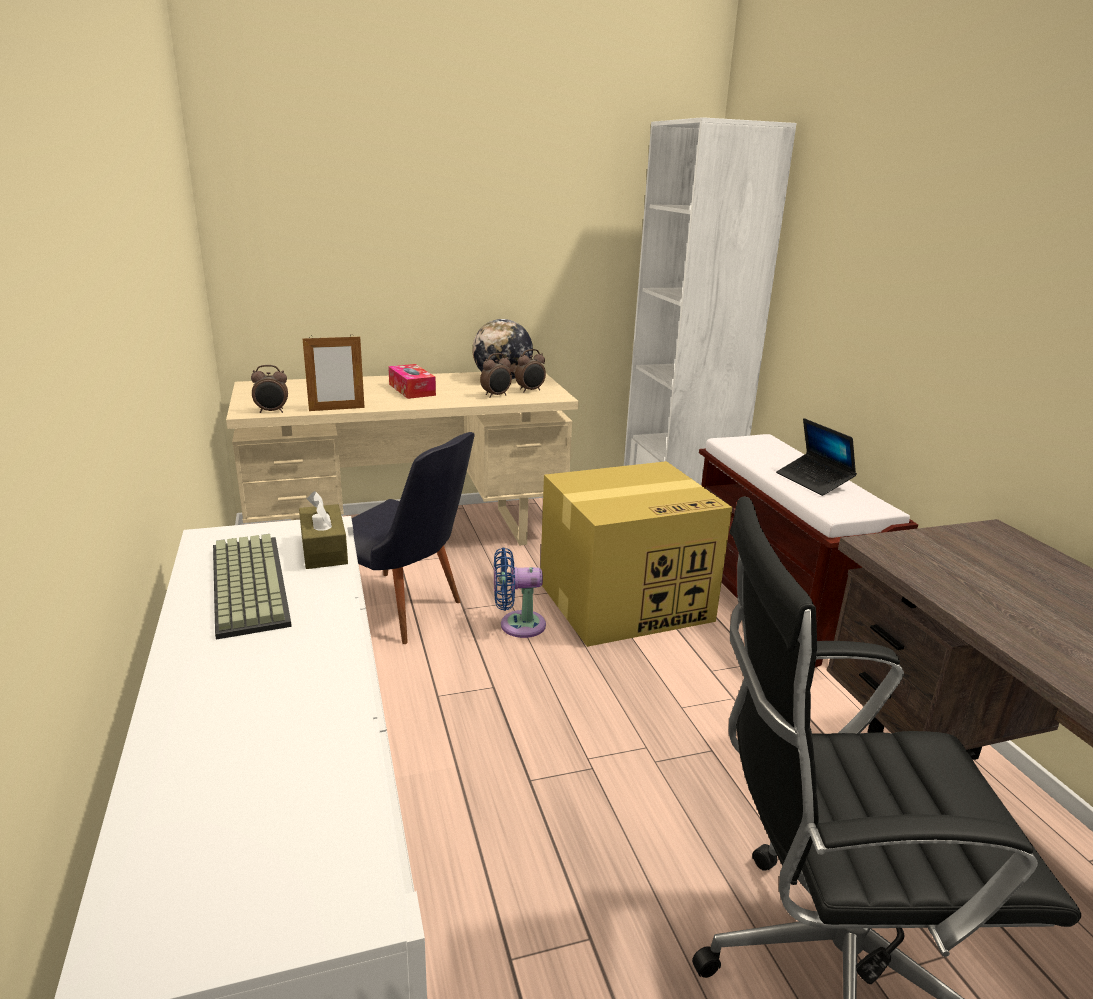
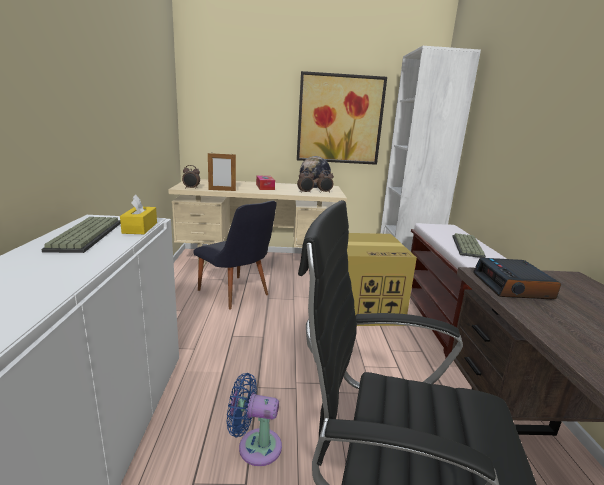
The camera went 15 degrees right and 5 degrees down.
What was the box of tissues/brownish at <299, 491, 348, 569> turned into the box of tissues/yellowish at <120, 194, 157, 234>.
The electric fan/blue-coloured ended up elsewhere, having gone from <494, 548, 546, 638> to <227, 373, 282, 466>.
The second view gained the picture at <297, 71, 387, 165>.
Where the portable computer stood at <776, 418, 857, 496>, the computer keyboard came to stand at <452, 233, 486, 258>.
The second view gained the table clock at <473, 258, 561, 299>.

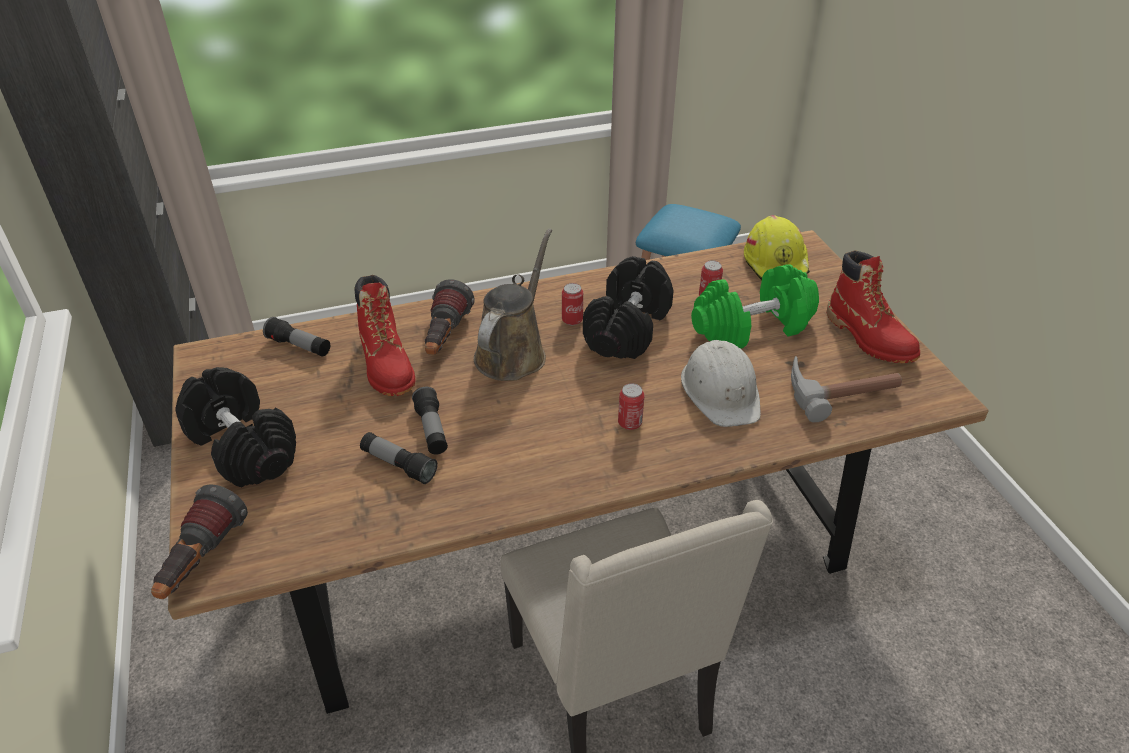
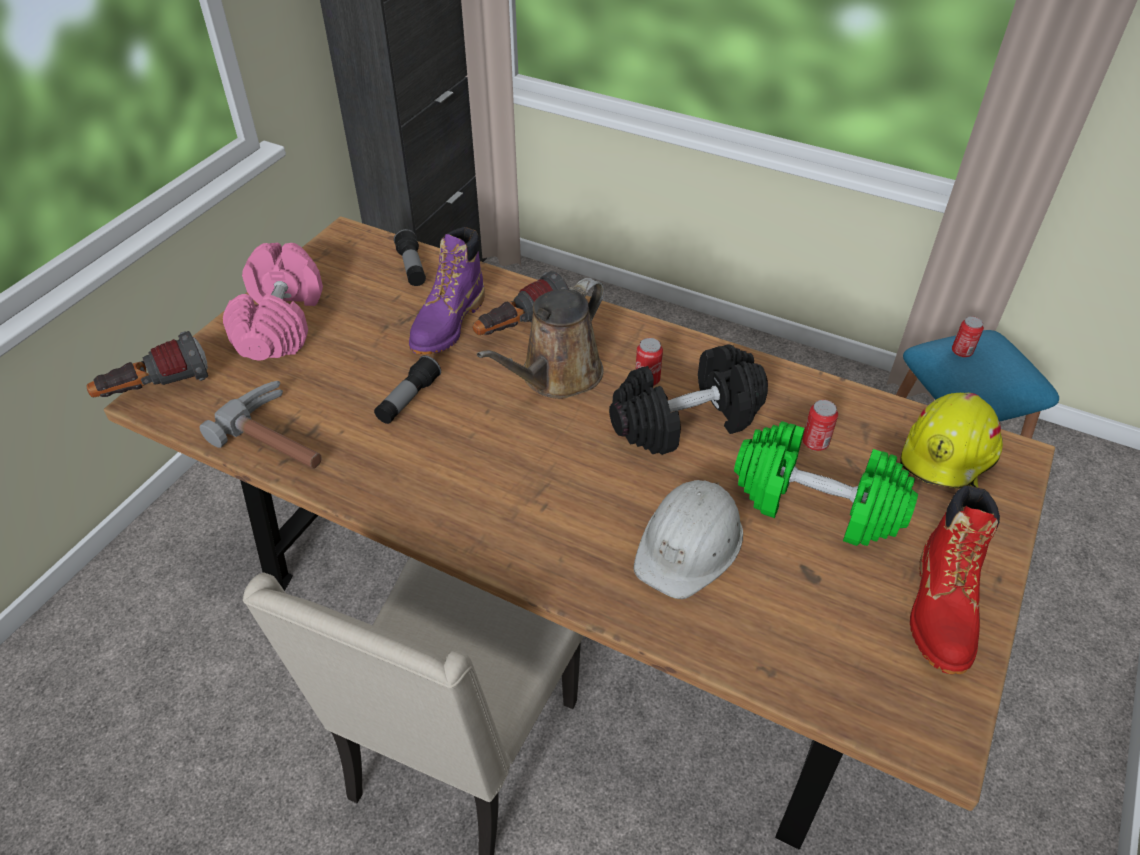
The camera went 45 degrees right and 5 degrees up.
The hammer ended up elsewhere, having gone from <791, 356, 902, 423> to <199, 381, 321, 469>.
What was the hand weight/black-coloured at <175, 367, 296, 487> turned into the hand weight/pink at <223, 243, 323, 361>.
What was the boot/red-coloured at <354, 275, 415, 396> turned into the boot/purple-coloured at <409, 227, 485, 354>.
The watering pot/brownish at <474, 229, 552, 381> ended up facing another way, 150 degrees clockwise from before.
The metal can ended up elsewhere, having gone from <618, 383, 645, 430> to <952, 316, 984, 358>.
The second view lost the hand torch at <360, 432, 438, 484>.

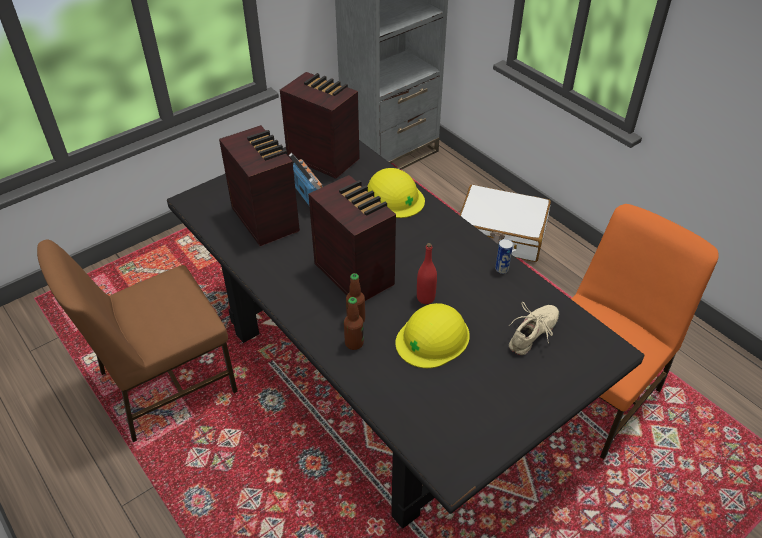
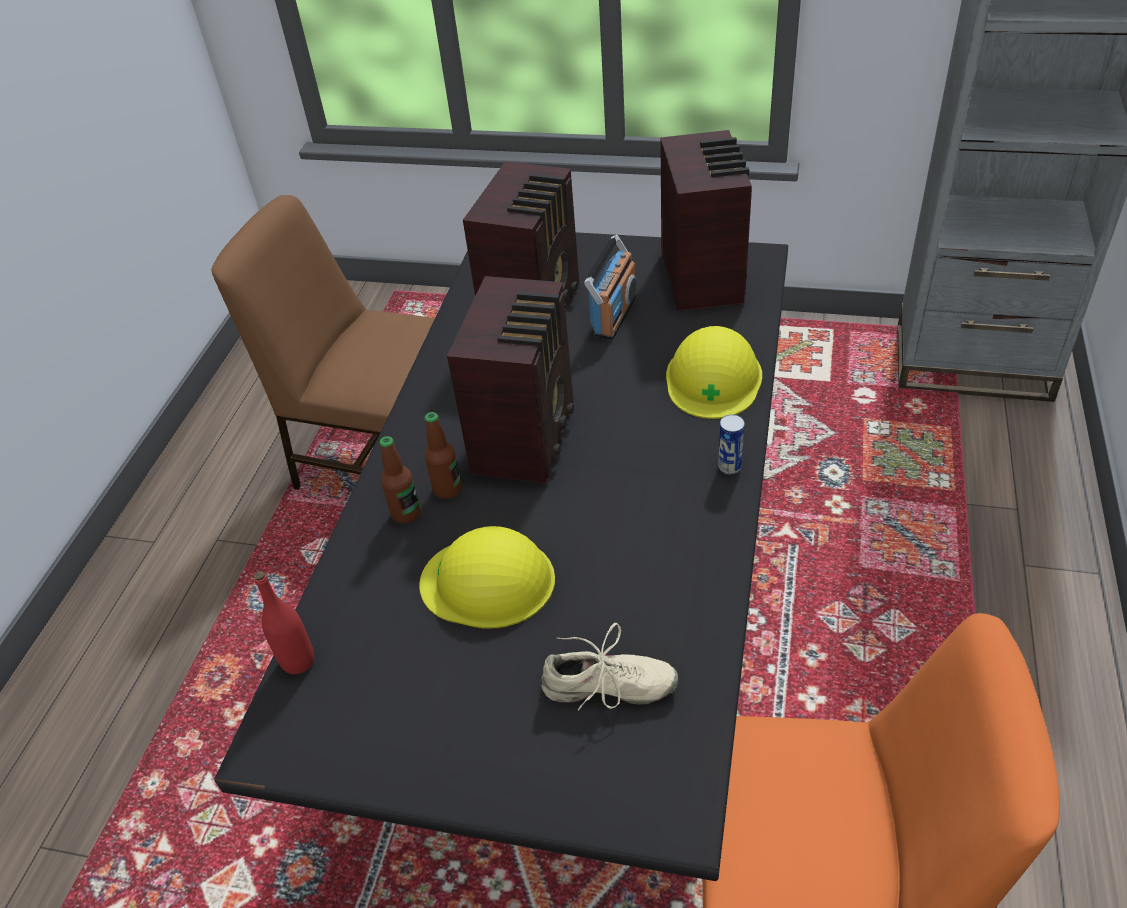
The camera went 55 degrees right and 0 degrees up.
The drink bottle/red-coloured ended up elsewhere, having gone from <417, 243, 437, 304> to <254, 571, 314, 674>.
The metal can ended up elsewhere, having gone from <495, 239, 513, 274> to <718, 415, 745, 474>.
The second view lost the piece of luggage/white-coloured at <460, 184, 551, 262>.

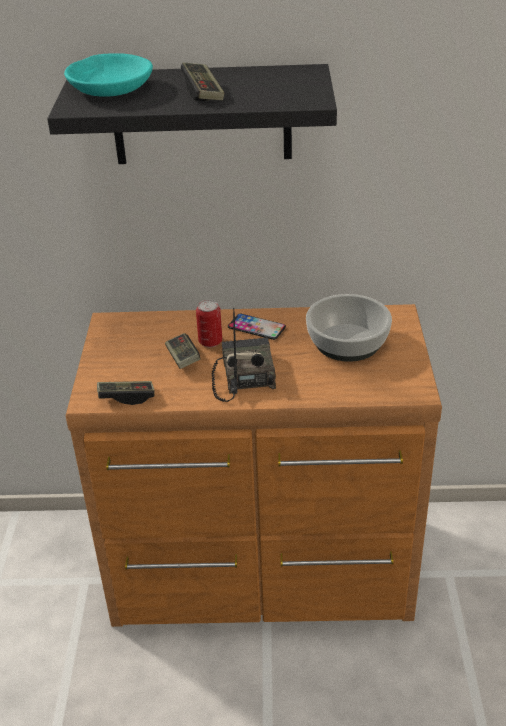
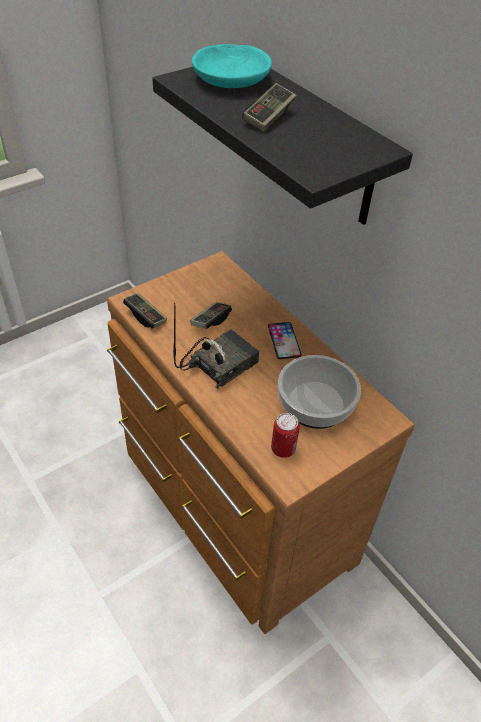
The camera went 50 degrees right and 10 degrees up.
The metal can ended up elsewhere, having gone from <196, 300, 222, 347> to <271, 413, 300, 458>.

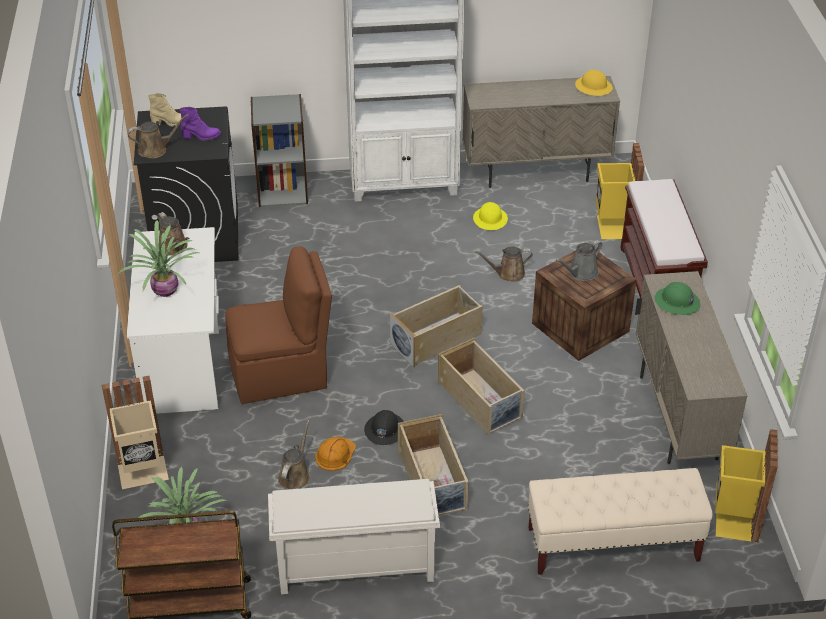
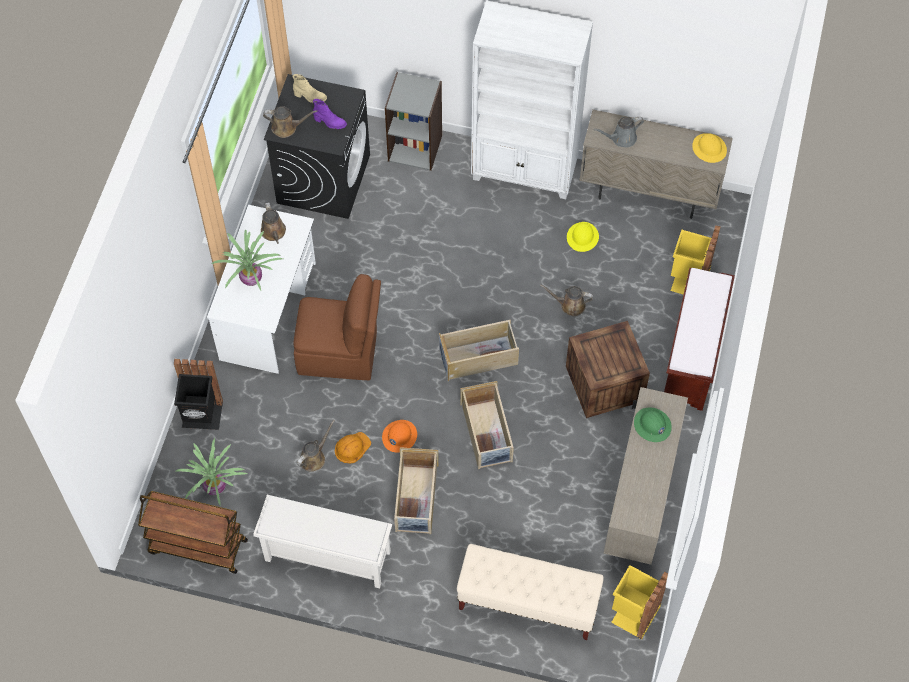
The camera went 20 degrees right and 20 degrees up.
What was the rubbish bin/sand-coloured at <102, 376, 169, 489> turned into the rubbish bin/black-coloured at <174, 359, 223, 430>.
What was the safety helmet/black-coloured at <364, 410, 404, 445> turned into the safety helmet/orangey at <382, 420, 417, 453>.
The watering pot/greyish ended up elsewhere, having gone from <556, 240, 602, 281> to <594, 116, 644, 147>.

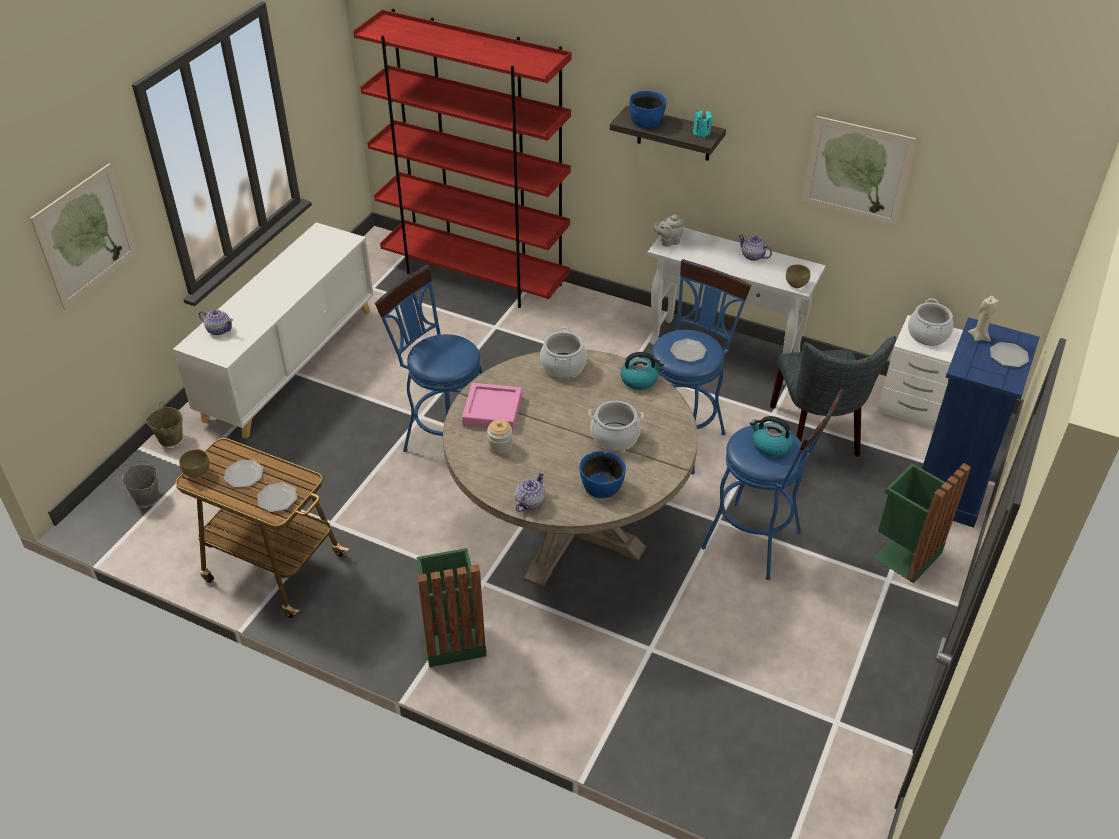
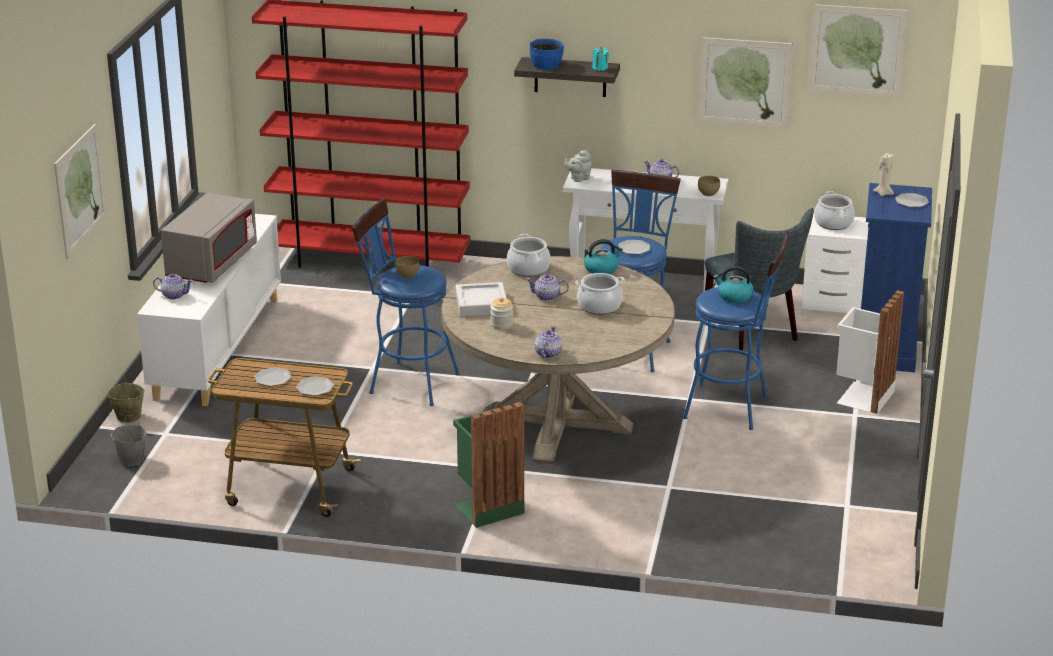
The camera went 15 degrees left and 15 degrees down.
The second view gained the microwave oven/greyish at <161, 193, 257, 283>.
The serving bowl/brownish ended up elsewhere, having gone from <179, 450, 209, 478> to <395, 256, 420, 279>.
What was the tray/pink at <462, 383, 522, 431> turned into the tray/greyish at <456, 282, 506, 317>.
The second view gained the teapot at <526, 274, 569, 301>.
The second view gained the picture at <808, 4, 908, 97>.
What was the rubbish bin/green-coloured at <873, 463, 971, 583> turned into the rubbish bin/white-coloured at <836, 290, 904, 414>.
The second view lost the serving bowl/blue-coloured at <579, 451, 626, 498>.

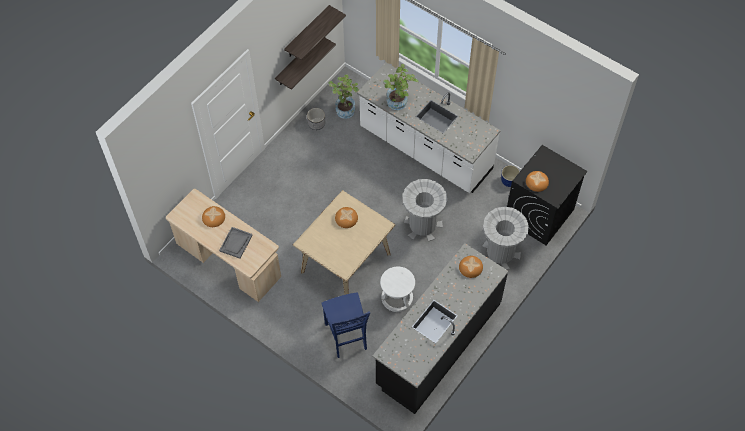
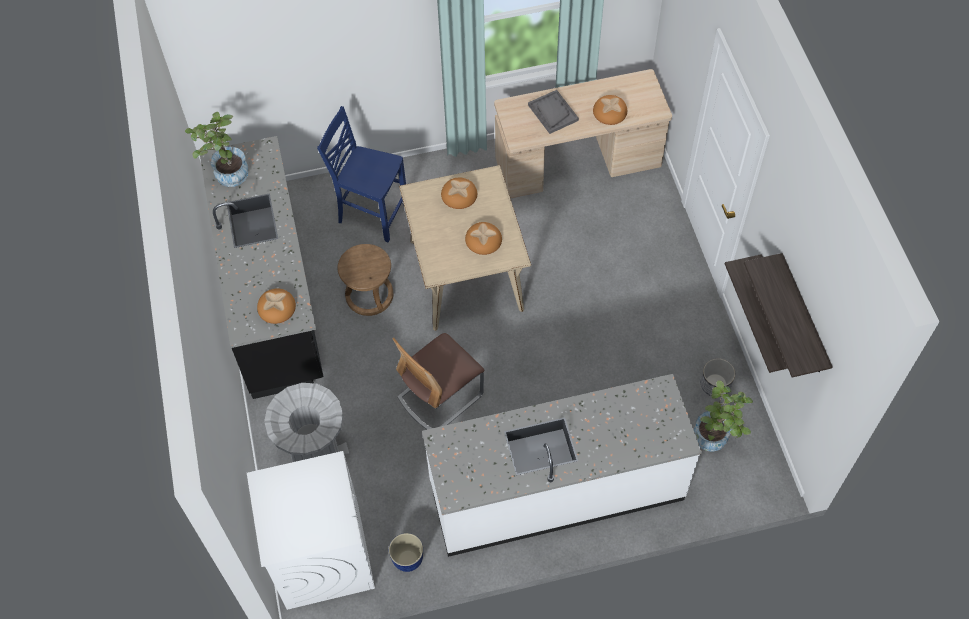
The camera went 130 degrees right and 0 degrees up.
The potted plant ended up elsewhere, having gone from <383, 64, 418, 110> to <185, 112, 248, 187>.
What was the laundry machine/black-coloured at <507, 145, 587, 245> turned into the laundry machine/white-coloured at <247, 451, 375, 610>.
What was the sitting stool/white-coloured at <380, 266, 415, 312> turned into the sitting stool/brownish at <338, 244, 393, 316>.
Where the rubbish bin/greyish stood at <402, 179, 447, 241>, the upright chair came to stand at <393, 333, 485, 430>.
The bread ended up elsewhere, having gone from <526, 171, 549, 192> to <441, 178, 477, 209>.

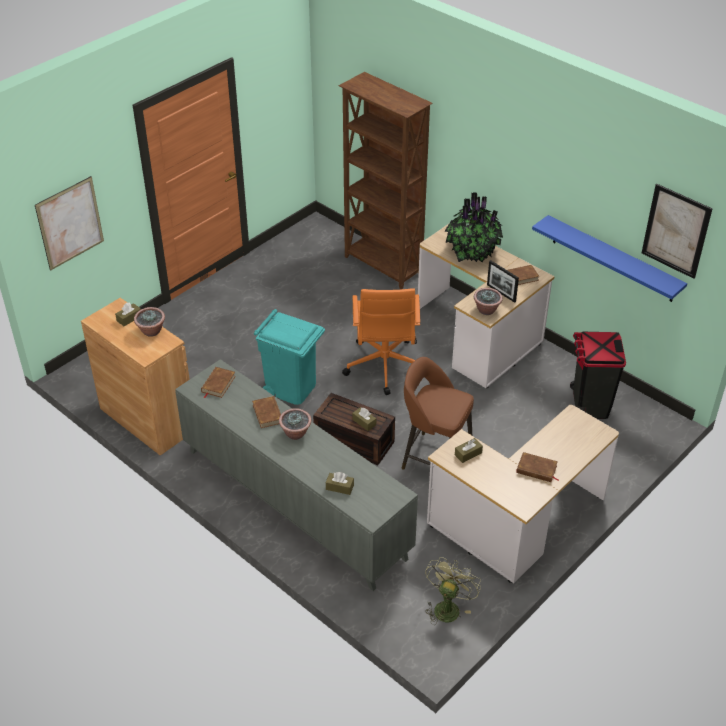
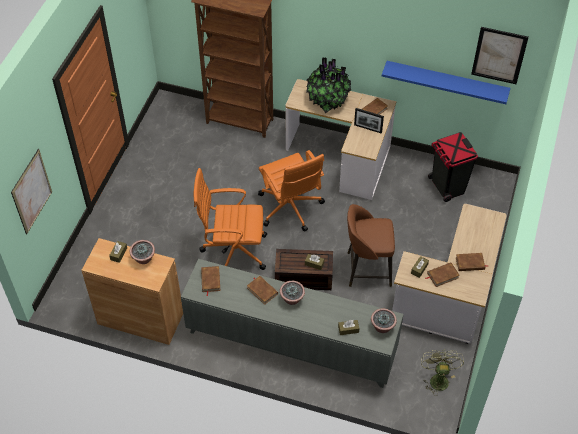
The camera went 25 degrees left and 10 degrees up.
Where the rubbish bin/turquoise-coloured stood at <254, 309, 325, 405>, the computer chair/orangey came to stand at <194, 168, 267, 270>.
The potted plant ended up elsewhere, having gone from <474, 288, 503, 315> to <371, 308, 397, 333>.
The second view gained the book/brownish at <425, 262, 460, 287>.

